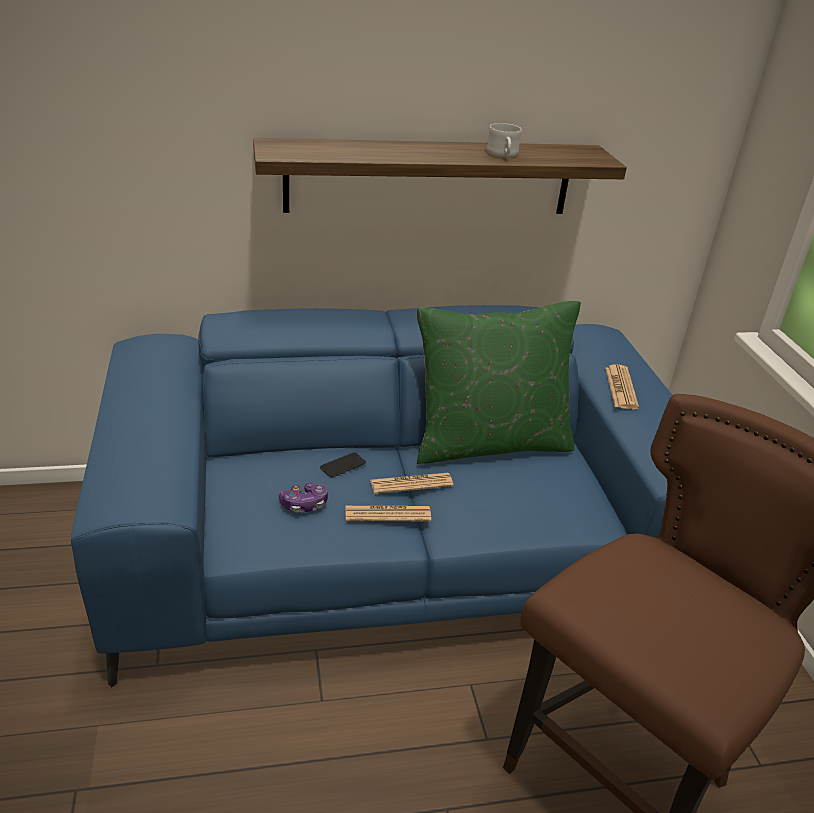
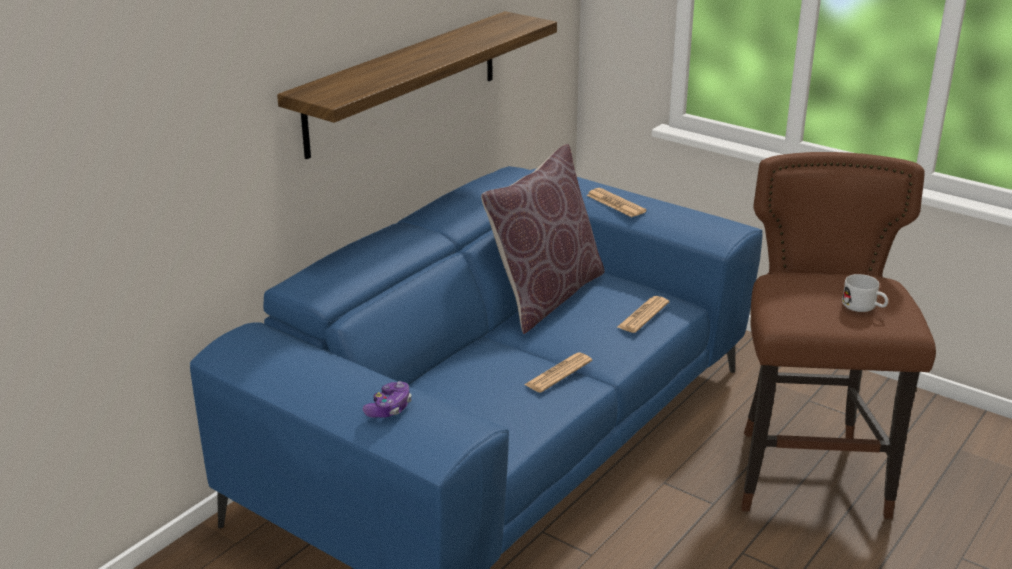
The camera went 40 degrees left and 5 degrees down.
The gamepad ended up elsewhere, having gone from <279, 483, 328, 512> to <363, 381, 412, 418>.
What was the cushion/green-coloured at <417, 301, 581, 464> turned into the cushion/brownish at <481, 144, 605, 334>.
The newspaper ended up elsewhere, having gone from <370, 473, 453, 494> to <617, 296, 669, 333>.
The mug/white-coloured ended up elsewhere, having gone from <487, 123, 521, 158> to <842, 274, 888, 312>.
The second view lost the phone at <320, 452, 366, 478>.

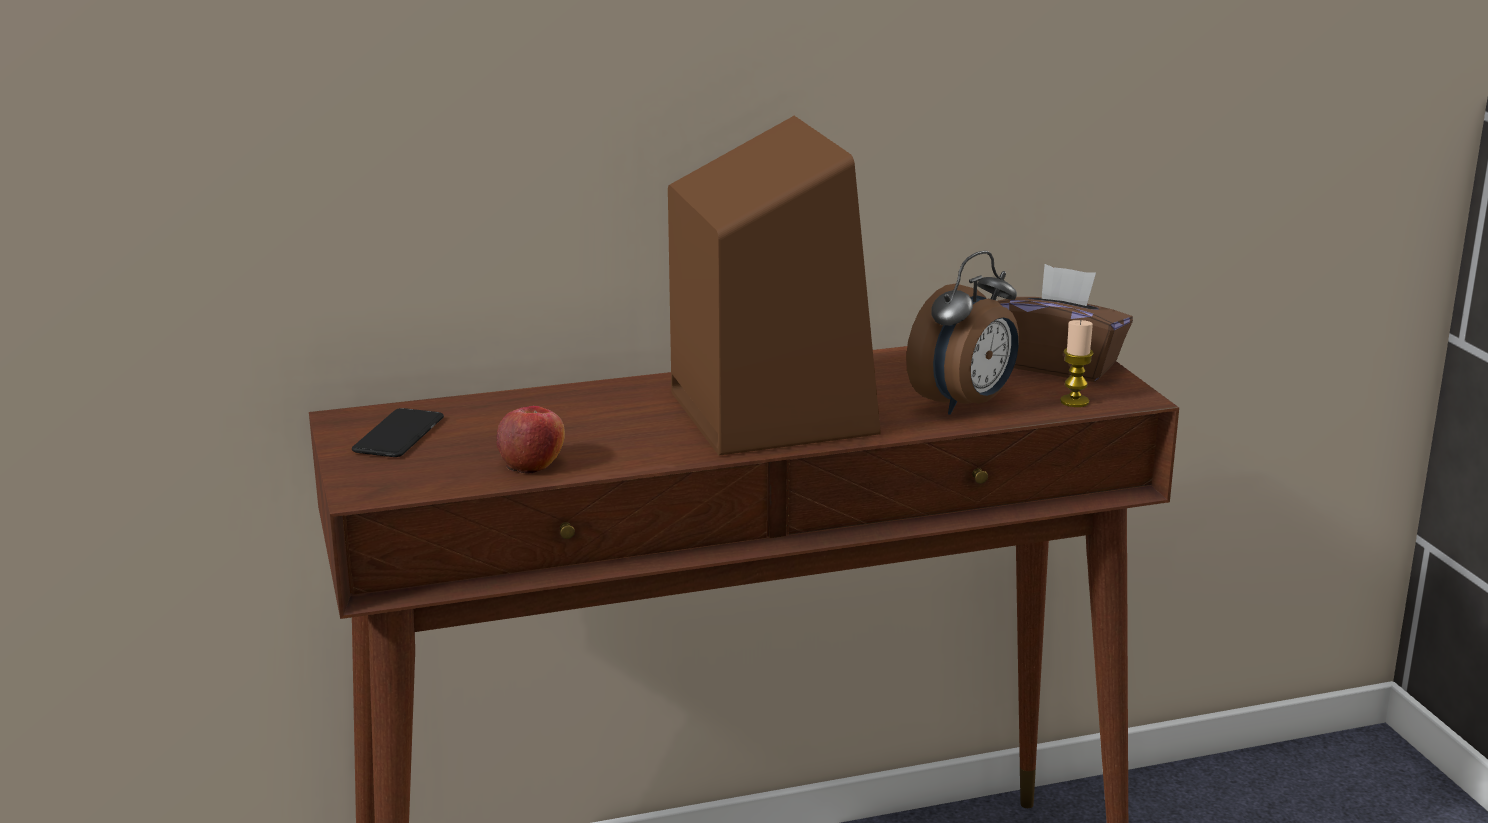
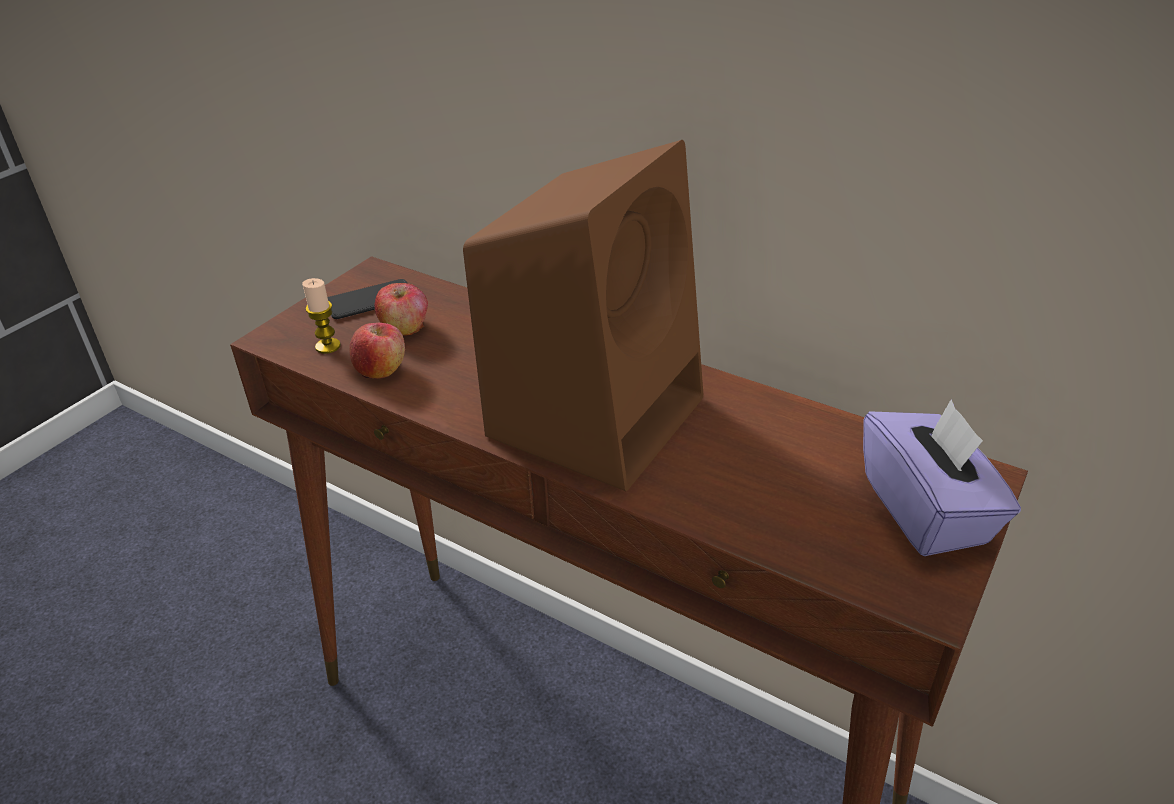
The camera went 50 degrees right and 15 degrees up.
The wax candle ended up elsewhere, having gone from <1060, 320, 1093, 407> to <302, 278, 341, 354>.
The second view gained the apple at <374, 283, 428, 336>.
What was the box of tissues/brownish at <997, 264, 1133, 382> turned into the box of tissues/purple-coloured at <863, 399, 1021, 556>.
The second view lost the table clock at <906, 251, 1019, 415>.

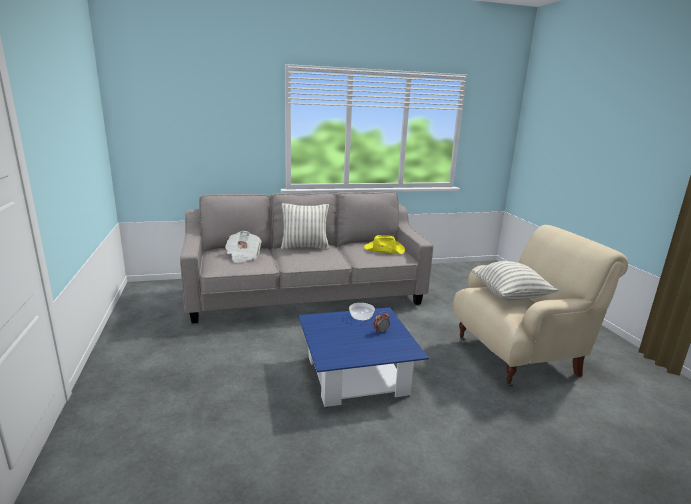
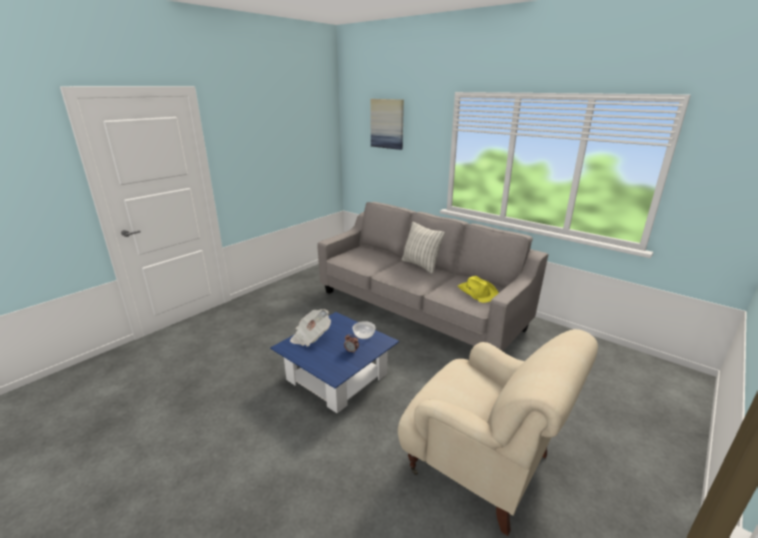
The camera went 55 degrees right and 5 degrees up.
The newspaper ended up elsewhere, having gone from <225, 231, 262, 263> to <290, 309, 331, 347>.
The second view gained the picture at <370, 99, 404, 150>.
The second view lost the cushion at <471, 261, 558, 301>.

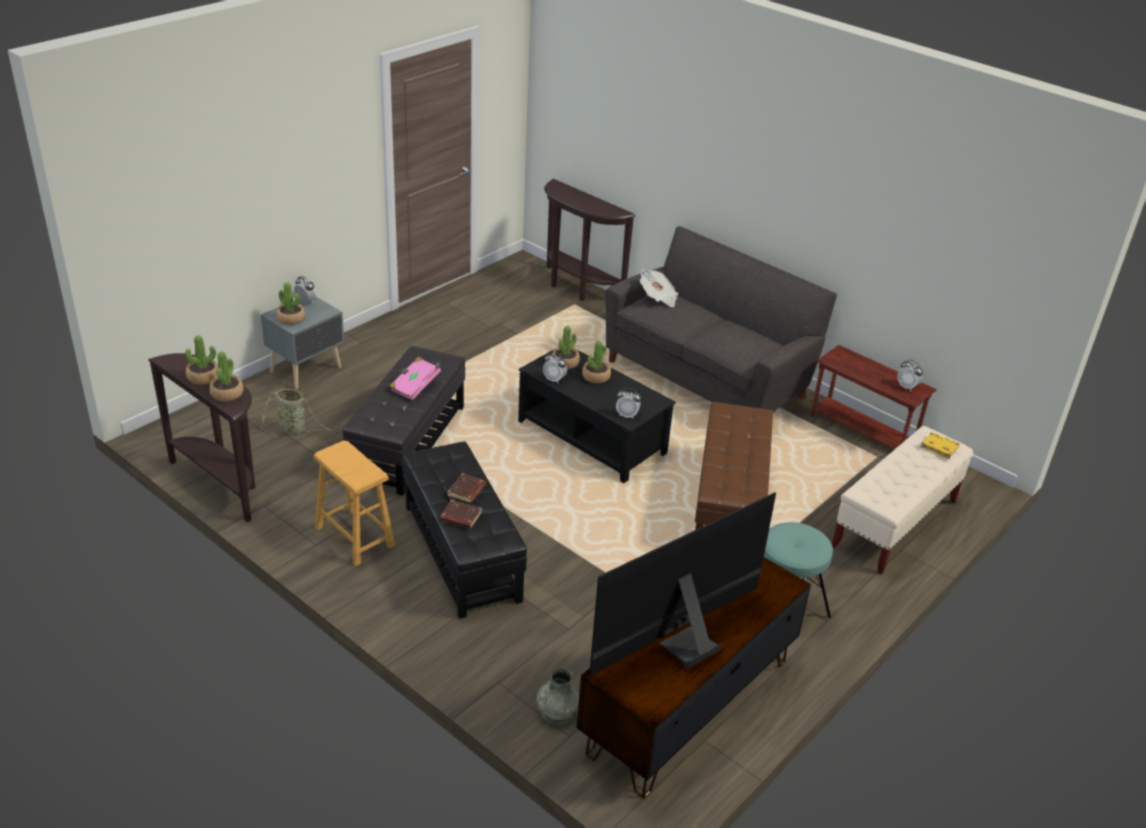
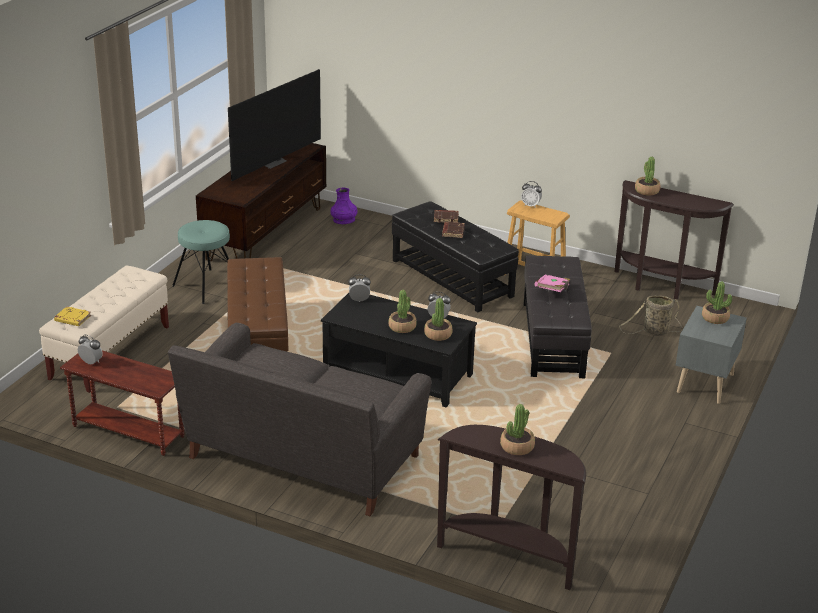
The camera went 165 degrees right and 5 degrees down.
What was the decorative vase/greyish at <536, 667, 579, 726> turned into the decorative vase/purple-coloured at <330, 188, 358, 224>.
The potted plant ended up elsewhere, having gone from <185, 335, 218, 385> to <500, 404, 535, 455>.
The table clock ended up elsewhere, having gone from <294, 276, 316, 304> to <521, 181, 542, 208>.
The second view lost the newspaper at <640, 270, 678, 307>.

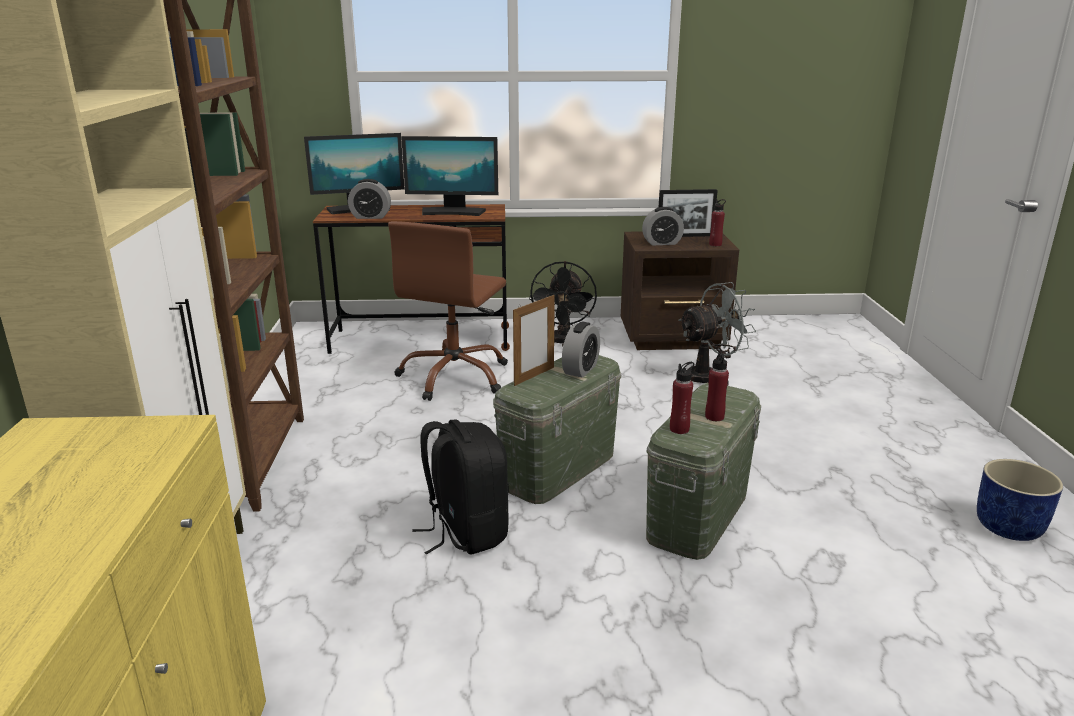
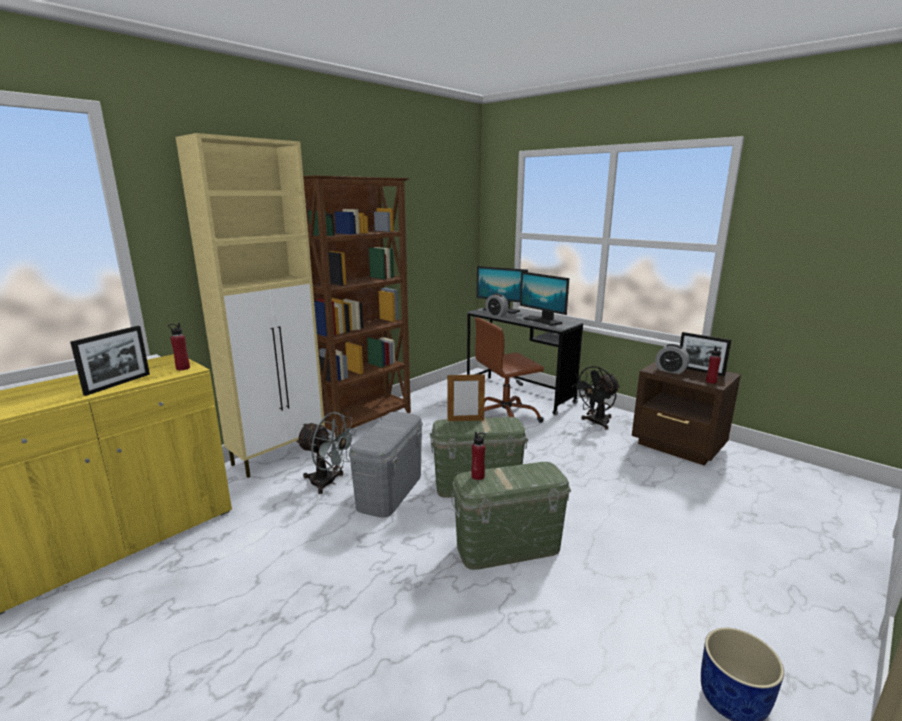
The camera went 45 degrees right and 5 degrees down.
The second view gained the standing frame at <70, 326, 150, 396>.
The drink bottle/red-coloured ended up elsewhere, having gone from <705, 350, 729, 421> to <168, 323, 190, 370>.
The electric fan/greyish ended up elsewhere, having gone from <678, 282, 756, 386> to <296, 412, 357, 494>.
Where the backpack/black-coloured stood at <413, 419, 509, 555>, the storage bin/greyish came to stand at <349, 412, 423, 518>.
What was the desk unit/brownish at <313, 204, 510, 354> turned into the desk unit/greyish at <467, 308, 583, 416>.
The second view lost the table clock at <562, 322, 600, 378>.

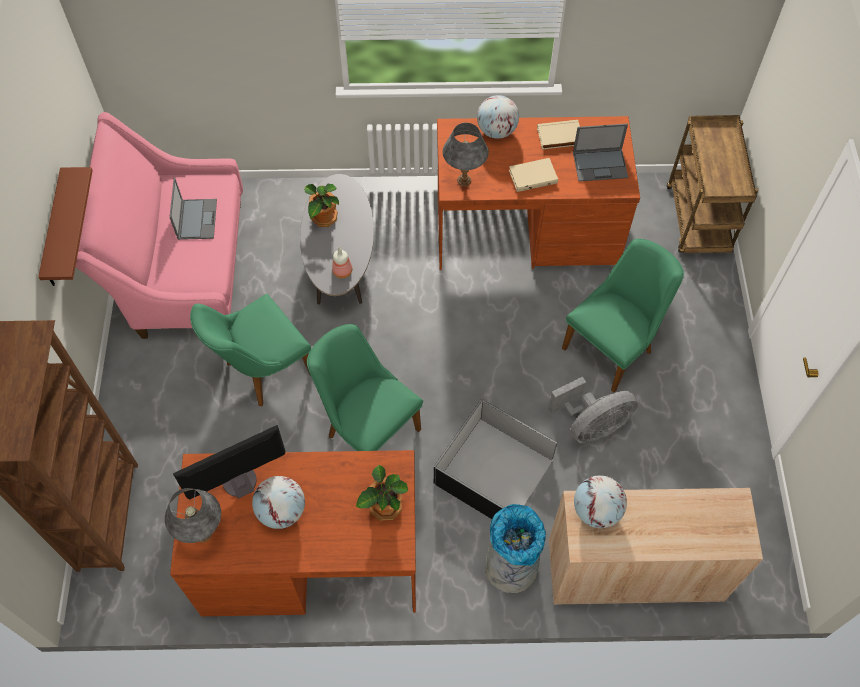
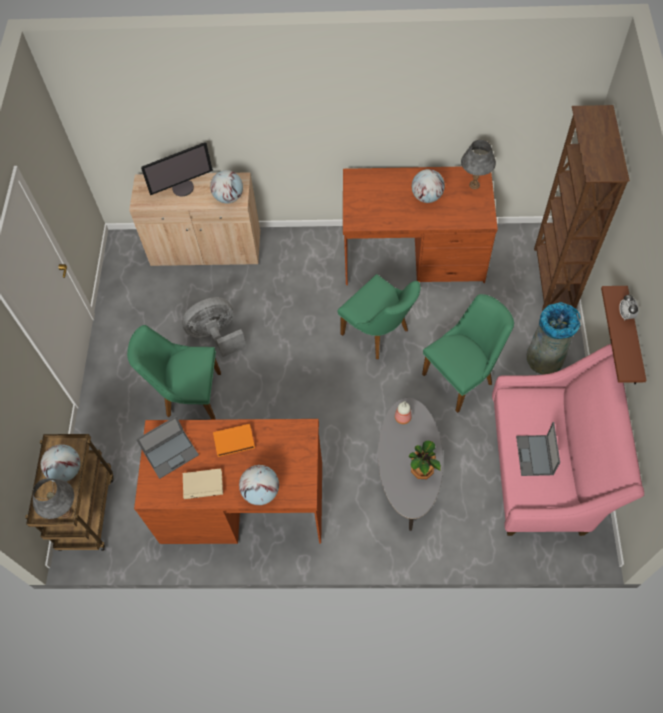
The camera went 175 degrees left and 0 degrees up.
The tabletop lamp/greyish ended up elsewhere, having gone from <443, 123, 489, 186> to <33, 478, 74, 519>.
The second view gained the globe at <41, 444, 81, 482>.
The upright chair/green-coloured at <562, 239, 684, 392> ended up facing another way, 45 degrees clockwise from before.
The portable computer at <573, 124, 628, 181> ended up facing another way, 150 degrees clockwise from before.
The computer screen ended up elsewhere, having gone from <173, 425, 285, 500> to <141, 142, 213, 197>.
What was the book/sand-coloured at <509, 158, 558, 192> turned into the book/orangey at <213, 424, 255, 457>.
The rubbish bin/greyish ended up elsewhere, having gone from <485, 504, 546, 593> to <527, 302, 580, 374>.
The second view gained the table clock at <619, 294, 638, 321>.
The second view lost the potted plant at <356, 465, 408, 521>.
The second view lost the storage bin/black-coloured at <434, 398, 557, 519>.

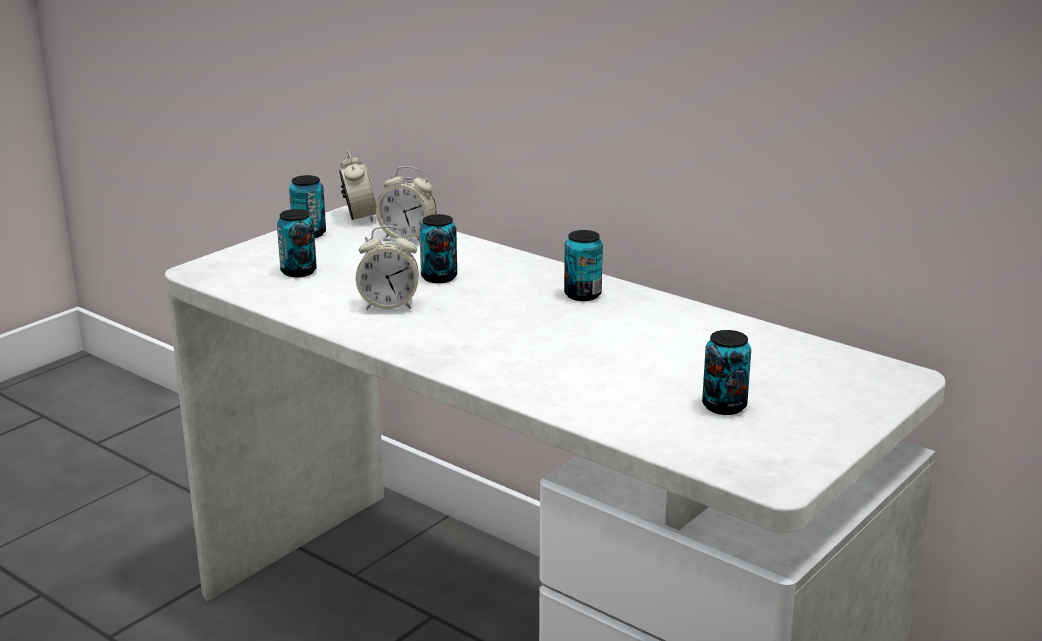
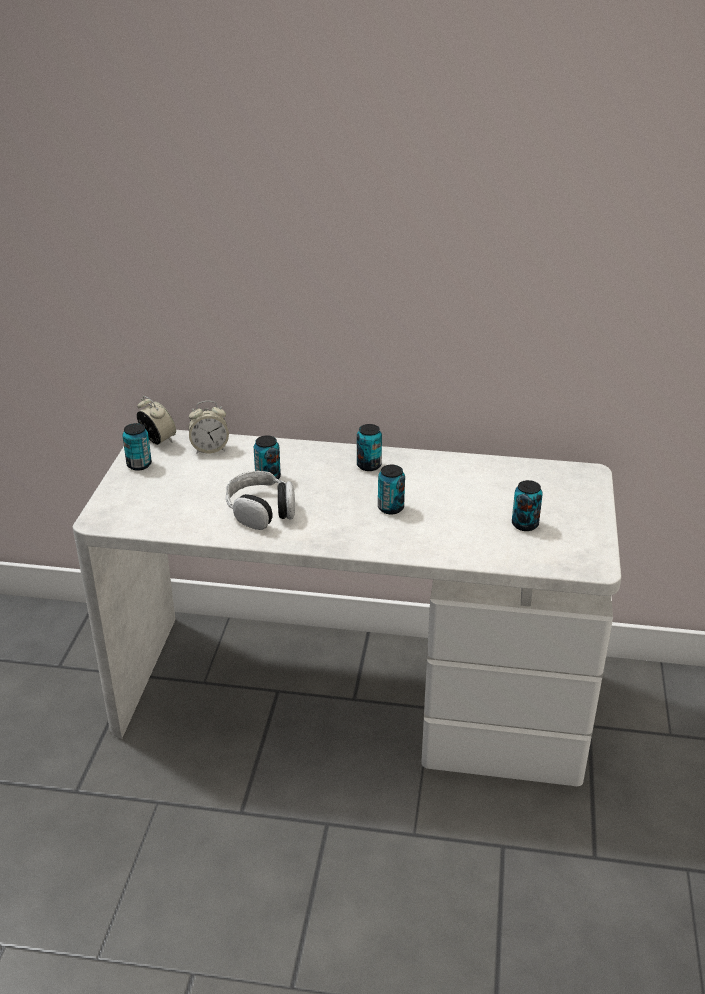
The camera went 30 degrees left and 10 degrees up.
Where the table clock stood at <356, 226, 419, 310>, the pair of headphones came to stand at <226, 471, 295, 530>.
The metal can ended up elsewhere, having gone from <277, 209, 317, 277> to <378, 465, 405, 514>.

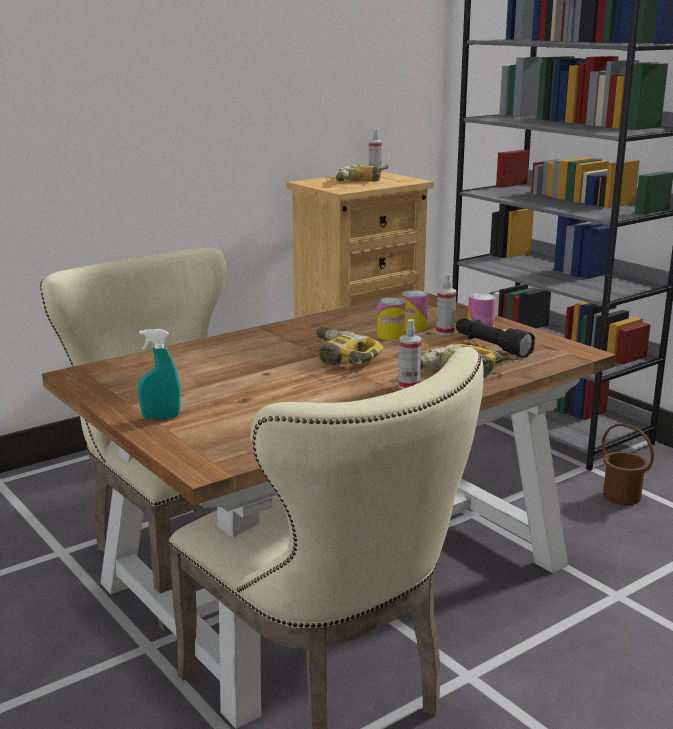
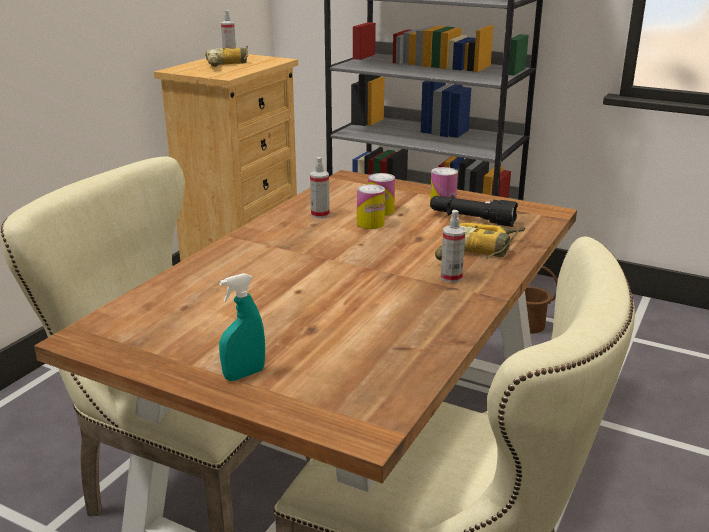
The camera went 25 degrees left and 5 degrees up.
The sprayer ended up elsewhere, having gone from <436, 274, 456, 335> to <310, 157, 330, 218>.
The second view lost the electric drill at <301, 327, 384, 365>.

